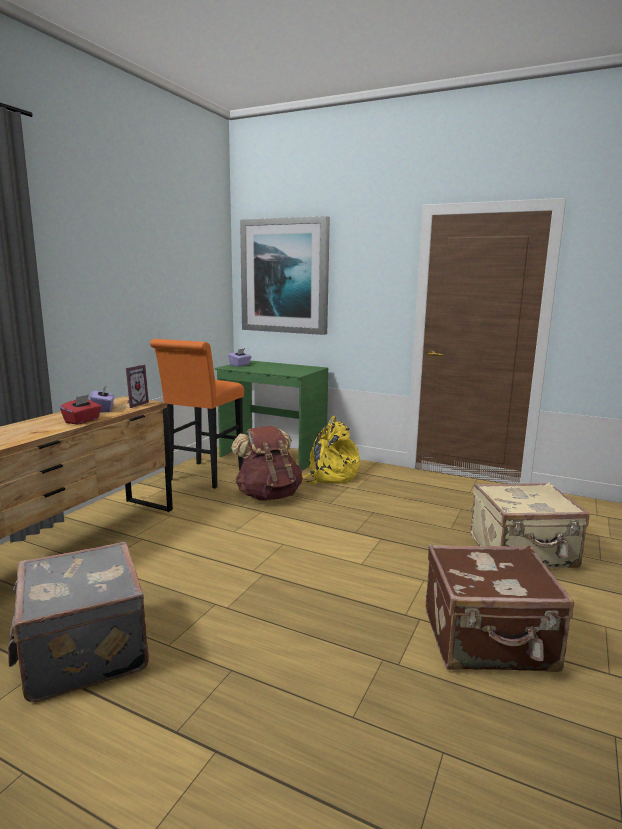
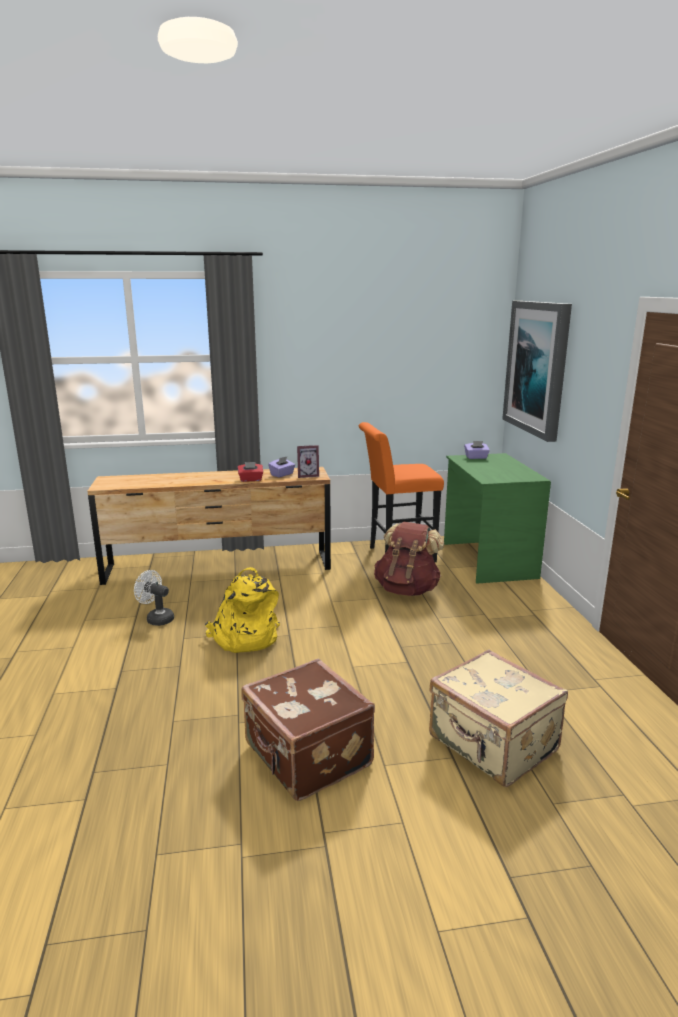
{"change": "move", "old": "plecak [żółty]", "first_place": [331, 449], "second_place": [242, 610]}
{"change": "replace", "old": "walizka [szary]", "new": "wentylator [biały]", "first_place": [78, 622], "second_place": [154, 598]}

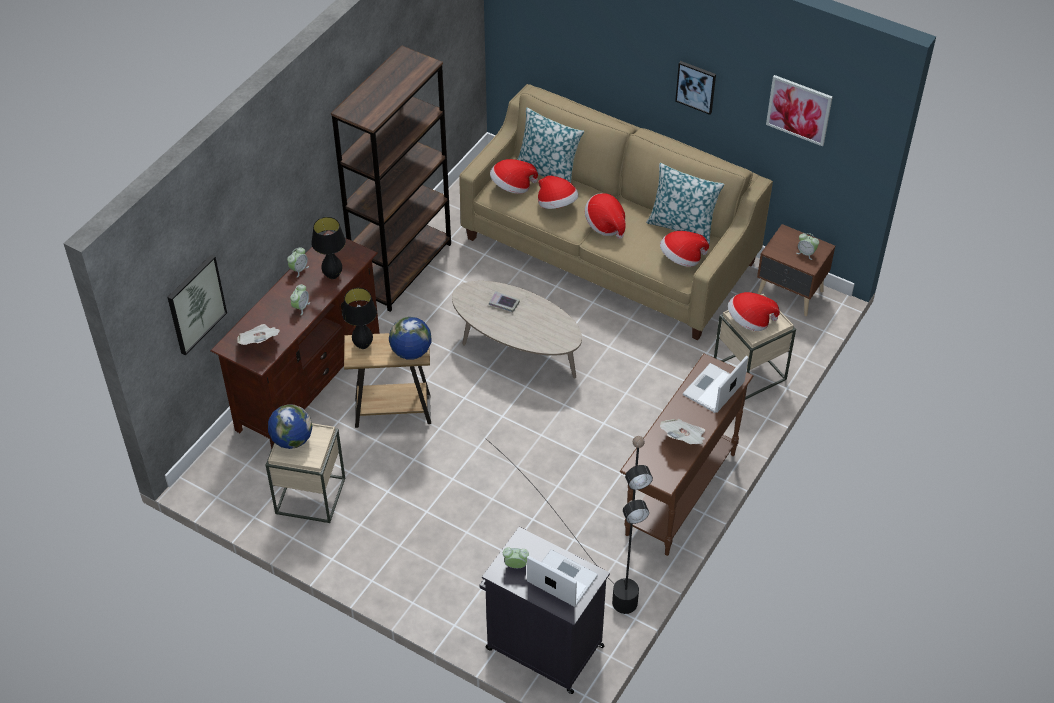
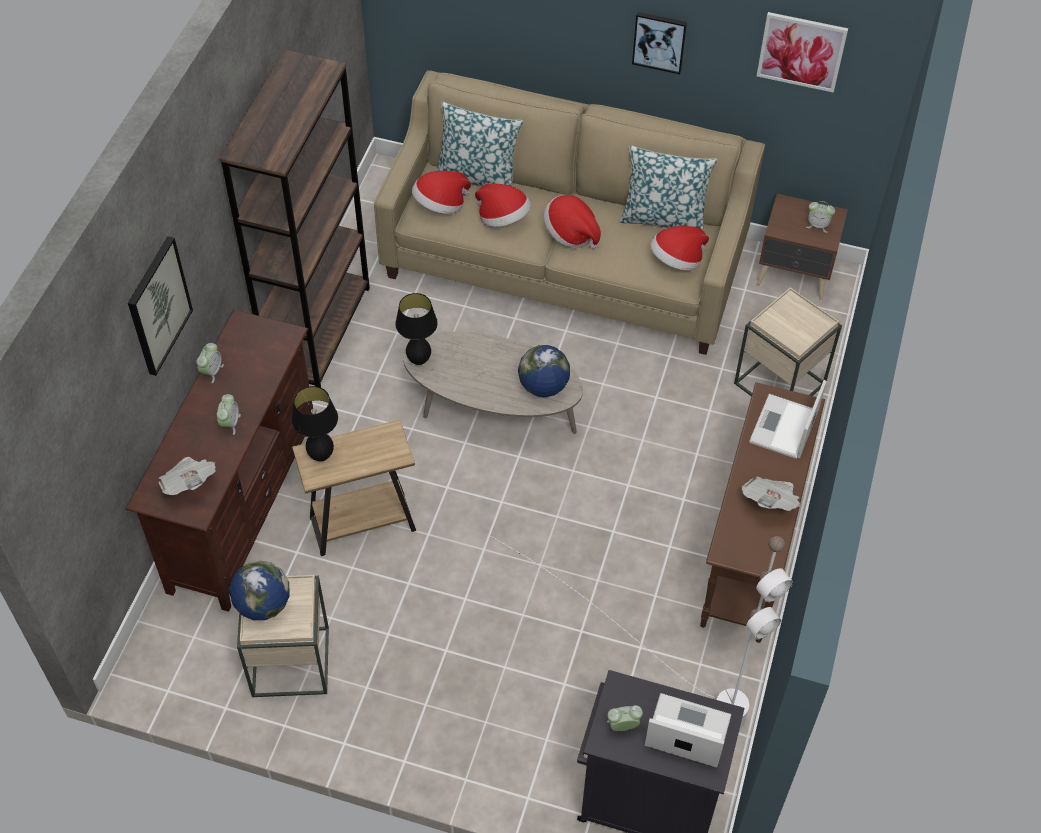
{"change": "move", "old": "lampa stołowa [czarny]", "first_place": [328, 248], "second_place": [416, 329]}
{"change": "move", "old": "obraz", "first_place": [197, 305], "second_place": [160, 306]}
{"change": "delete", "old": "książka", "first_place": [504, 301]}
{"change": "delete", "old": "kapelusz", "first_place": [754, 311]}
{"change": "move", "old": "globus", "first_place": [410, 338], "second_place": [544, 371]}
{"change": "recolor", "old": "lampa stojąca [czarny]", "new": "lampa stojąca [biały]", "first_place": [569, 525], "second_place": [641, 633]}

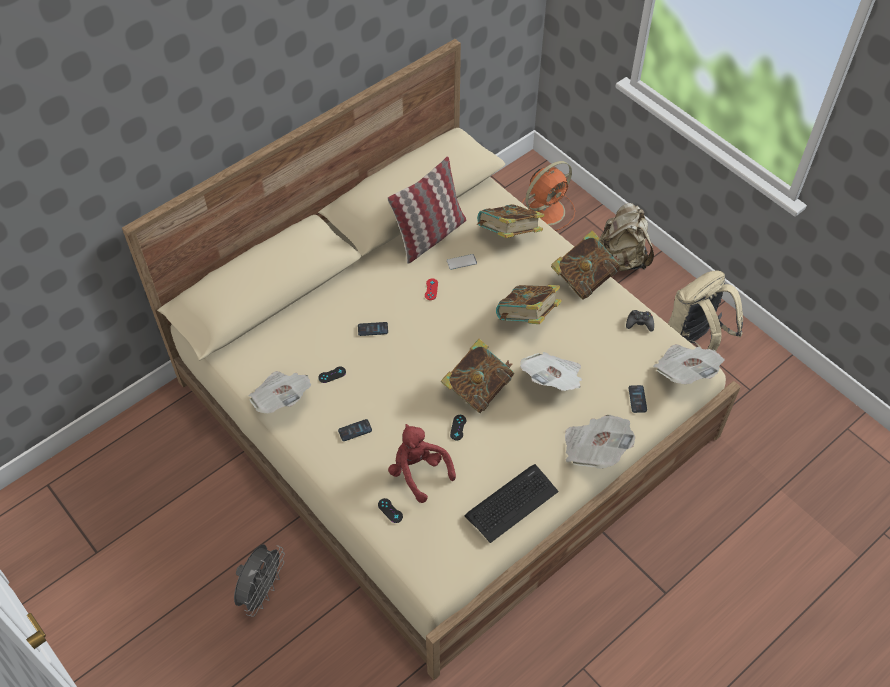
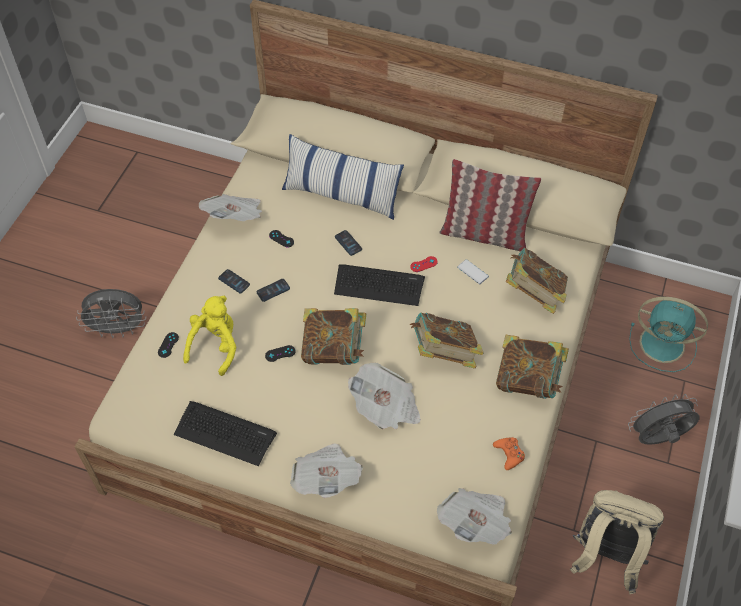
{"change": "recolor", "old": "wentylator [pomarańczowy]", "new": "wentylator [turkusowy]", "first_place": [548, 196], "second_place": [668, 334]}
{"change": "replace", "old": "plecak [beżowy]", "new": "wentylator [szary]", "first_place": [626, 237], "second_place": [664, 419]}
{"change": "recolor", "old": "pad do gier [czarny]", "new": "pad do gier [pomarańczowy]", "first_place": [640, 321], "second_place": [509, 453]}
{"change": "move", "old": "telefon", "first_place": [638, 399], "second_place": [273, 290]}
{"change": "recolor", "old": "pluszak [czerwony]", "new": "pluszak [żółty]", "first_place": [422, 463], "second_place": [209, 336]}
{"change": "insert", "new": "poduszka", "second_place": [343, 177]}
{"change": "insert", "new": "klawiatura", "second_place": [379, 285]}

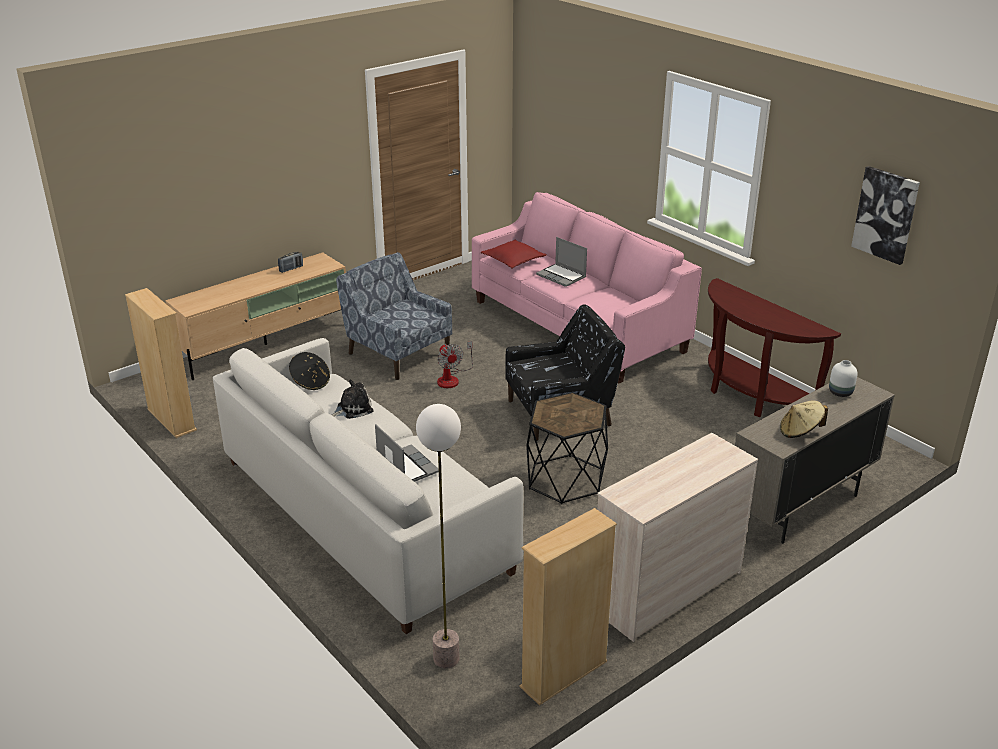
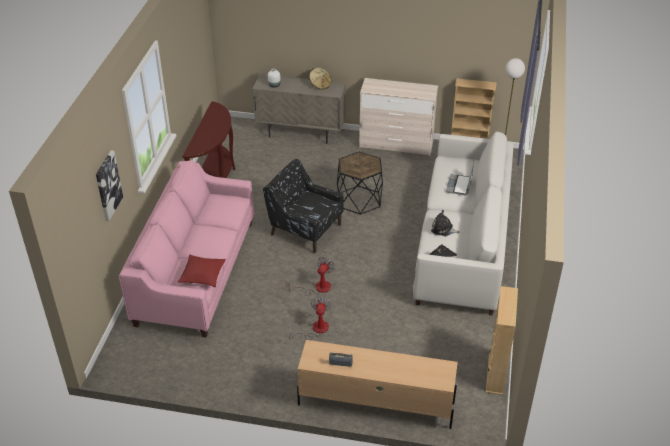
{"change": "move", "old": "obraz", "first_place": [885, 215], "second_place": [109, 185]}
{"change": "delete", "old": "laptop", "first_place": [561, 262]}
{"change": "replace", "old": "fotel [niebieski]", "new": "wentylator", "first_place": [394, 316], "second_place": [309, 318]}

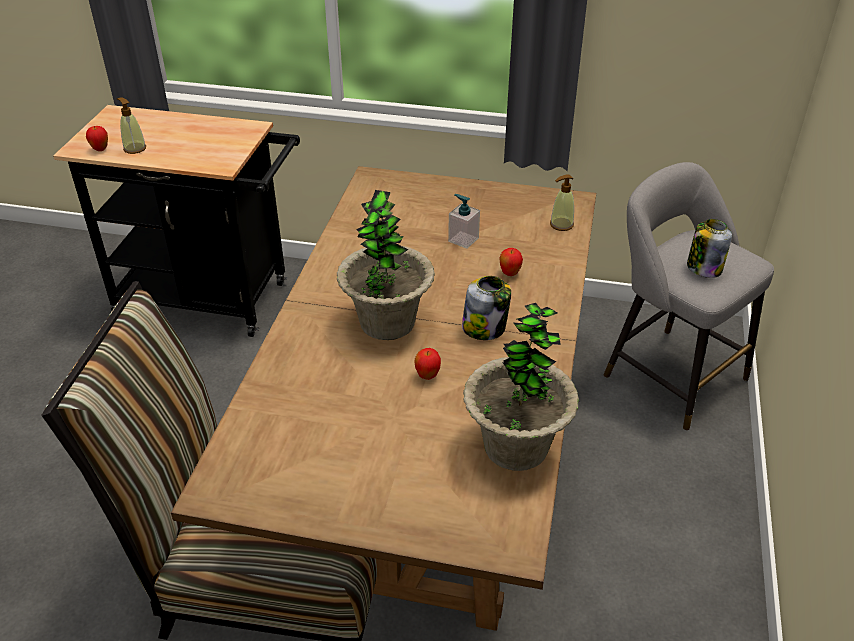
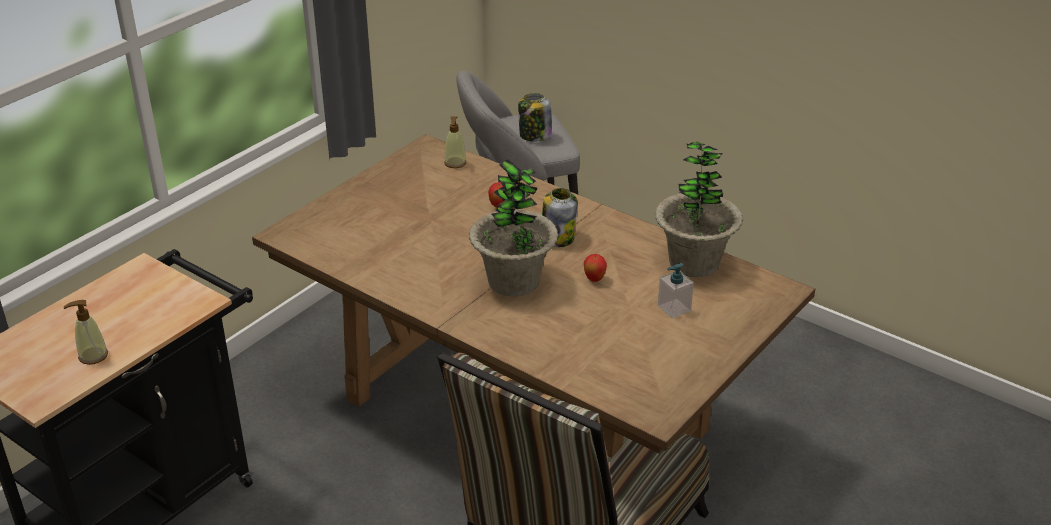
{"change": "delete", "old": "jabłko", "first_place": [97, 138]}
{"change": "move", "old": "dozownik mydła", "first_place": [464, 221], "second_place": [676, 290]}

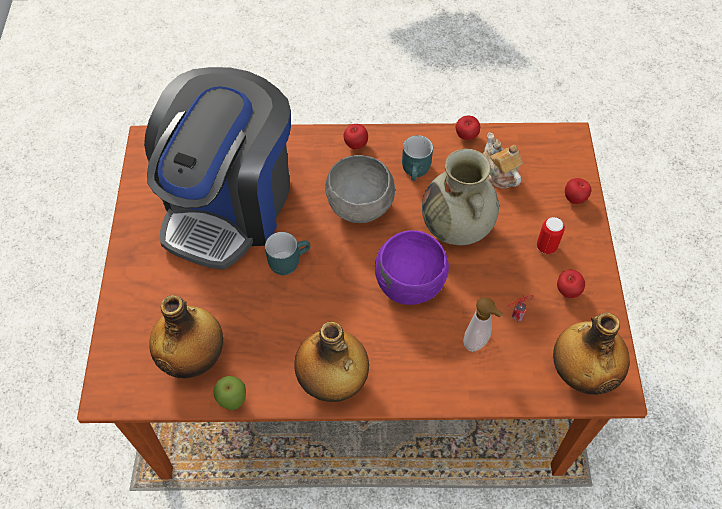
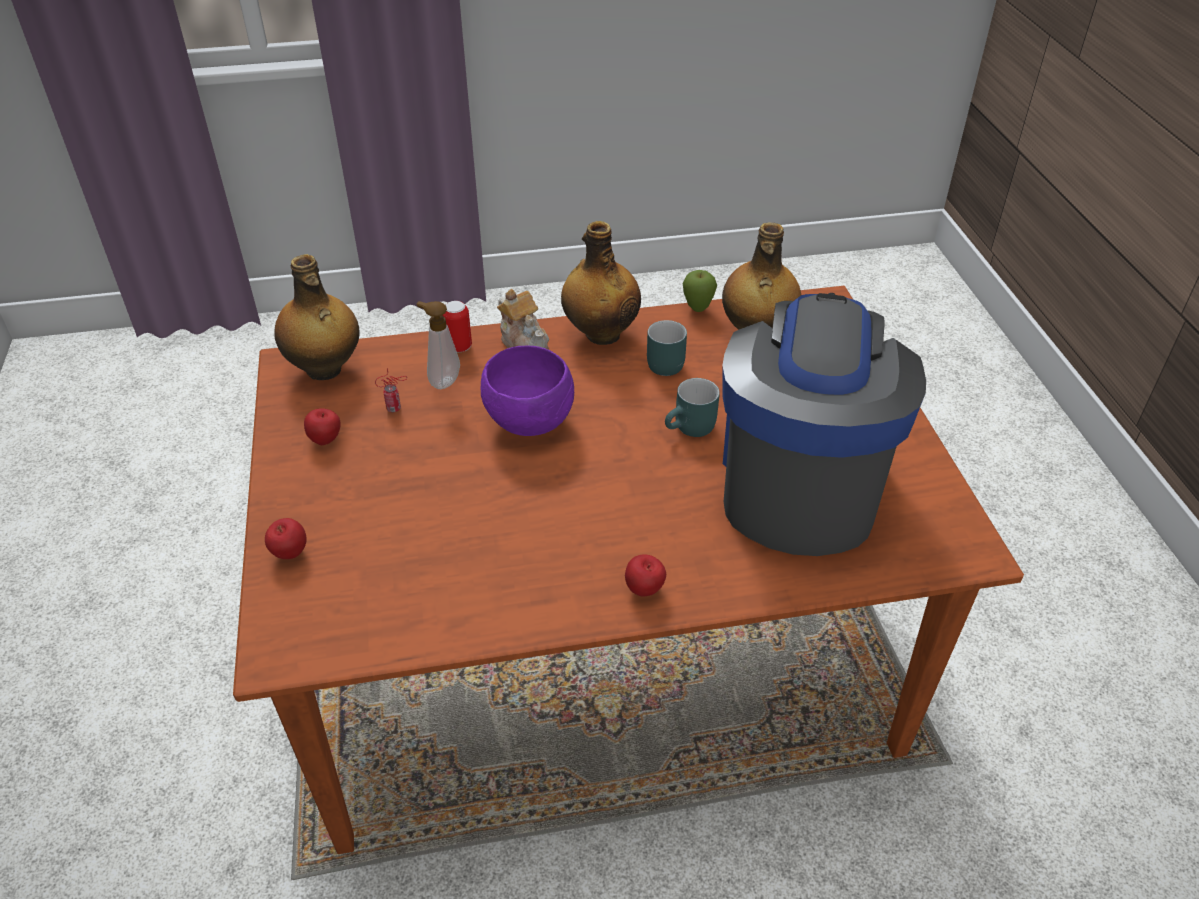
{"change": "delete", "old": "jabłko", "first_place": [467, 128]}
{"change": "move", "old": "imbryk", "first_place": [503, 160], "second_place": [523, 319]}
{"change": "move", "old": "kubek [turkusowy]", "first_place": [417, 158], "second_place": [667, 348]}
{"change": "delete", "old": "wazon [beżowy]", "first_place": [460, 197]}
{"change": "delete", "old": "miska [szary]", "first_place": [360, 189]}
{"change": "move", "old": "puszka", "first_place": [551, 235], "second_place": [457, 327]}

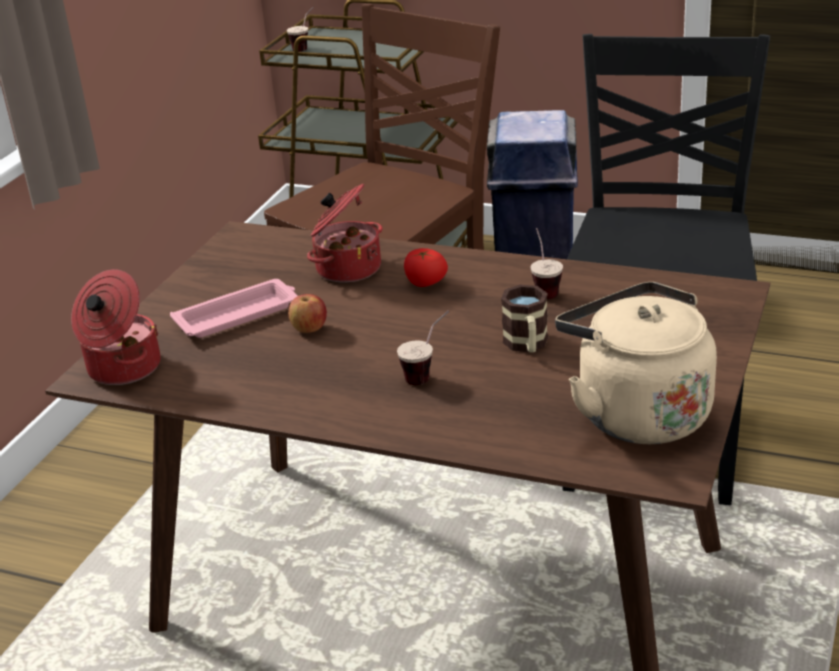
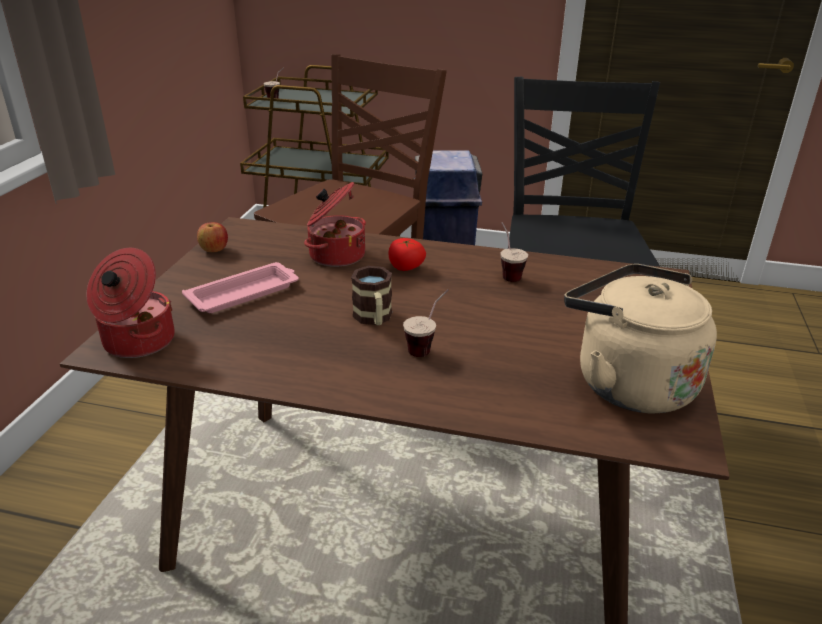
{"change": "move", "old": "kubek", "first_place": [524, 319], "second_place": [371, 295]}
{"change": "move", "old": "jabłko", "first_place": [307, 313], "second_place": [212, 237]}

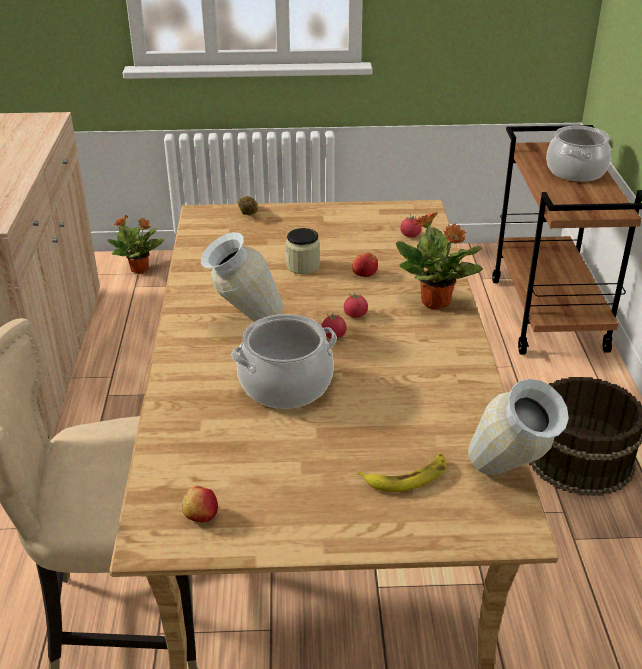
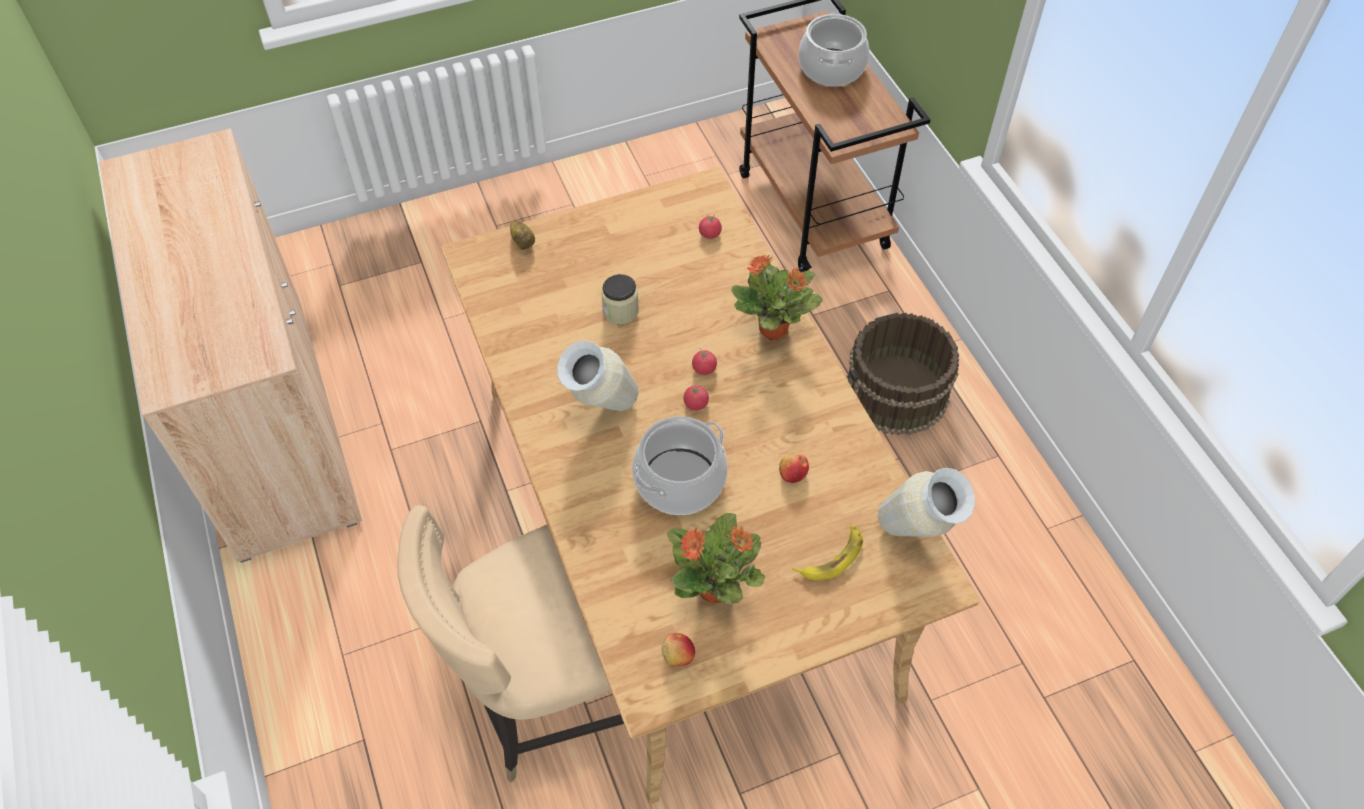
{"change": "move", "old": "roślina doniczkowa", "first_place": [135, 244], "second_place": [716, 558]}
{"change": "move", "old": "jabłko", "first_place": [365, 264], "second_place": [794, 468]}

